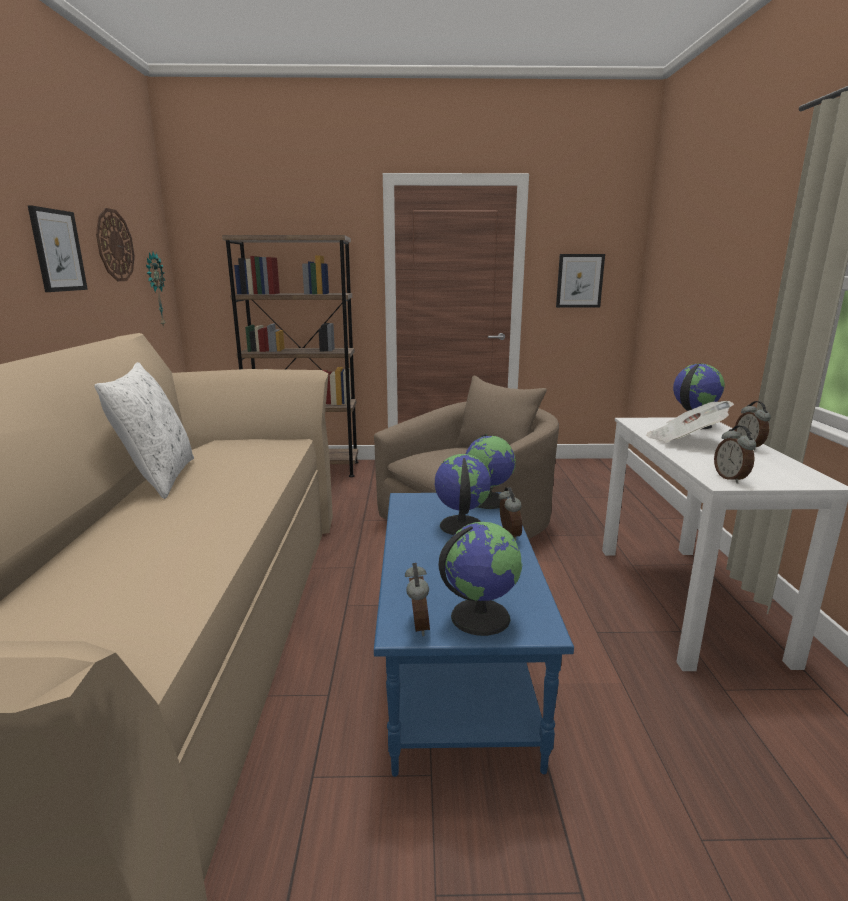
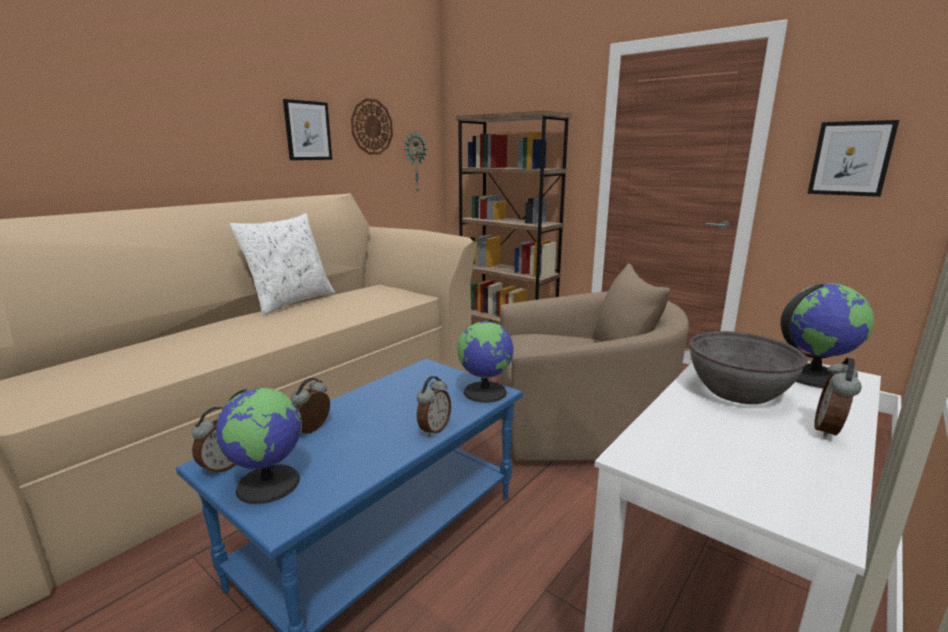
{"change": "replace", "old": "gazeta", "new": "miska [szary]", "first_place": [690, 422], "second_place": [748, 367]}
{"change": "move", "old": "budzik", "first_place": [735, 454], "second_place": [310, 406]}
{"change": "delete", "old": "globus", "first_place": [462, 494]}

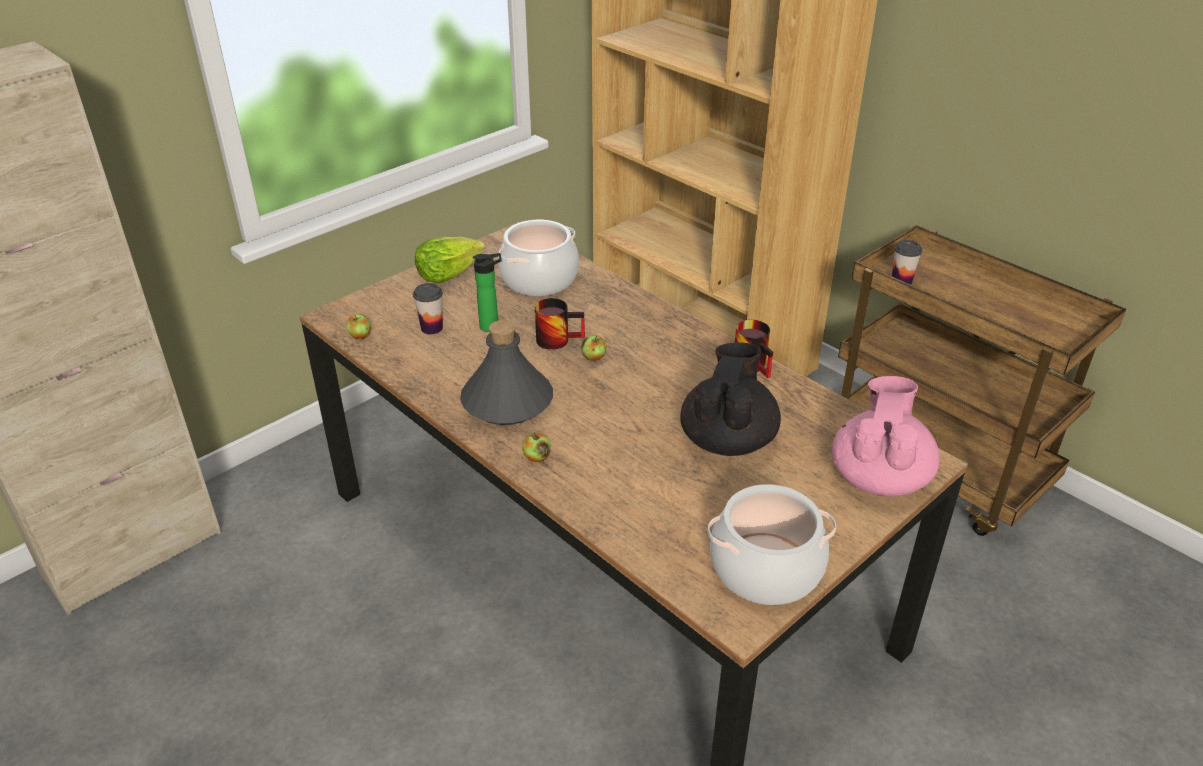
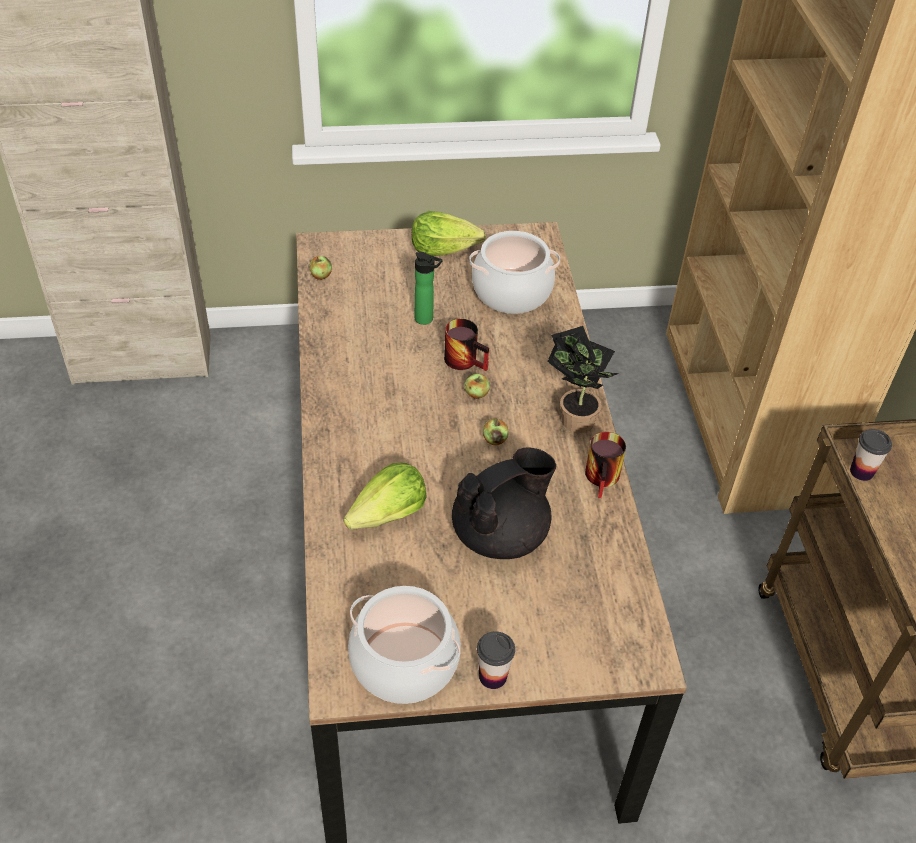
{"change": "move", "old": "filiżanka", "first_place": [428, 309], "second_place": [496, 660]}
{"change": "delete", "old": "butelka [szary]", "first_place": [506, 372]}
{"change": "delete", "old": "imbryk [różowy]", "first_place": [886, 436]}
{"change": "move", "old": "jabłko", "first_place": [536, 447], "second_place": [496, 431]}
{"change": "insert", "new": "roślina doniczkowa", "second_place": [583, 379]}
{"change": "insert", "new": "sałata", "second_place": [385, 496]}

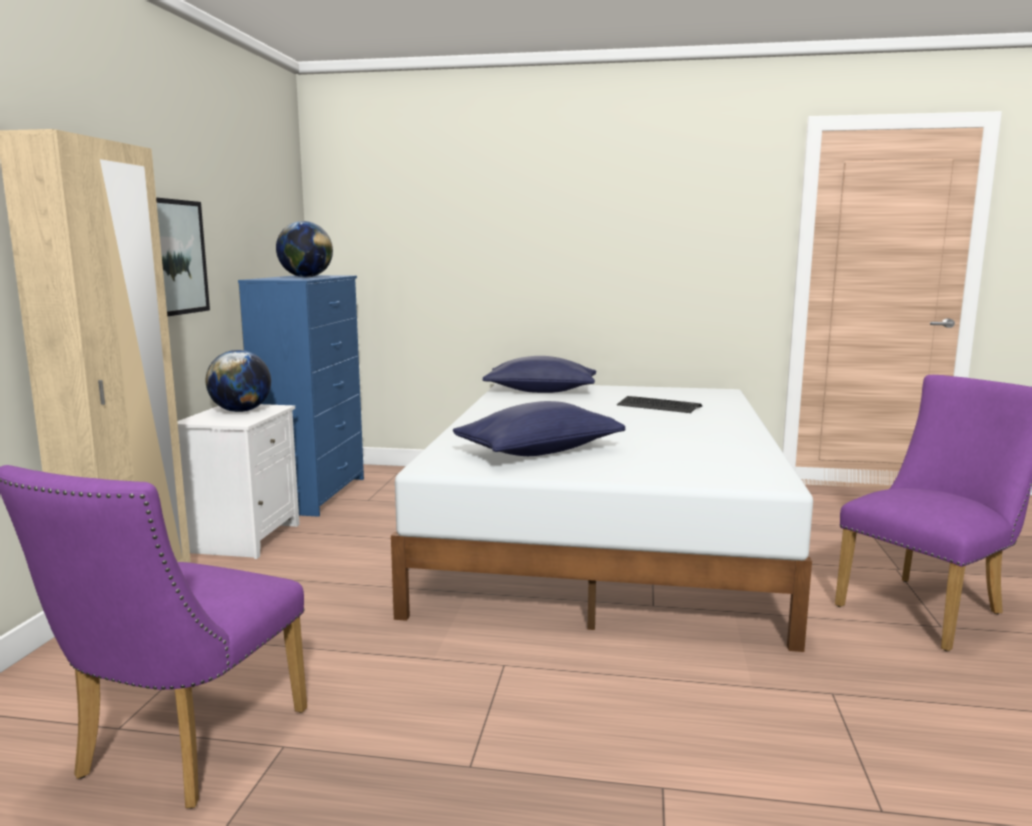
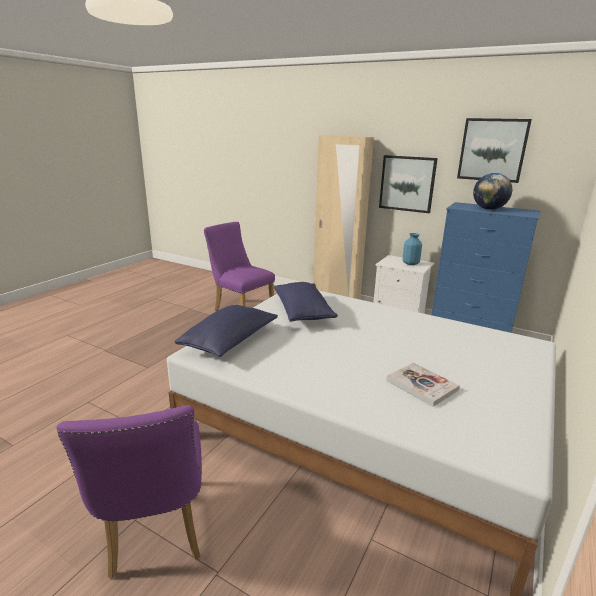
{"change": "replace", "old": "globus", "new": "wazon [niebieski]", "first_place": [238, 381], "second_place": [412, 249]}
{"change": "move", "old": "poduszka [niebieski]", "first_place": [539, 374], "second_place": [226, 331]}
{"change": "replace", "old": "klawiatura", "new": "książka", "first_place": [659, 404], "second_place": [423, 384]}
{"change": "insert", "new": "obraz", "second_place": [494, 150]}

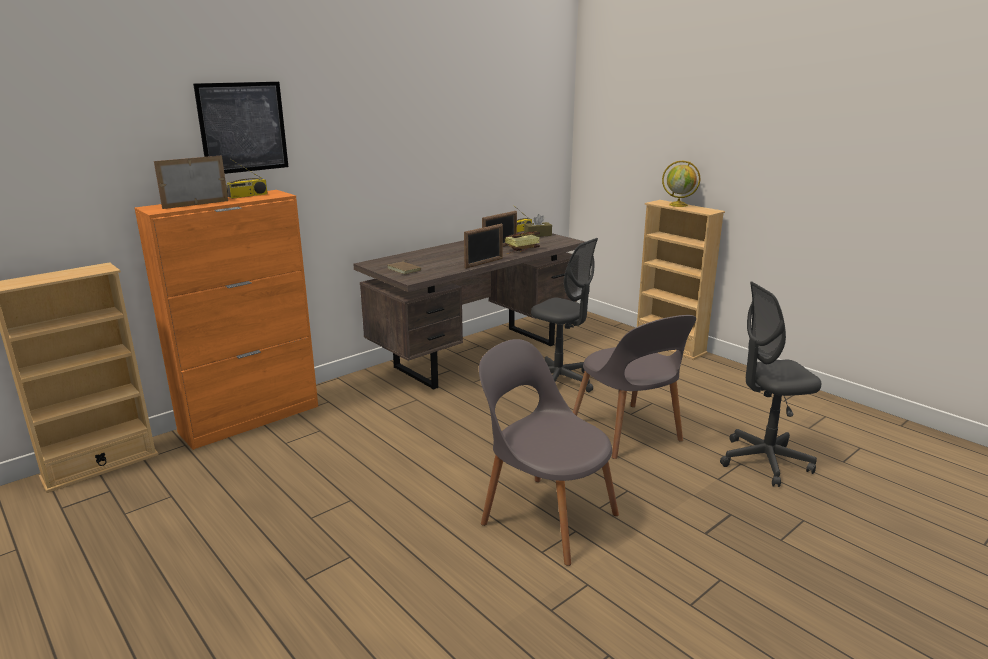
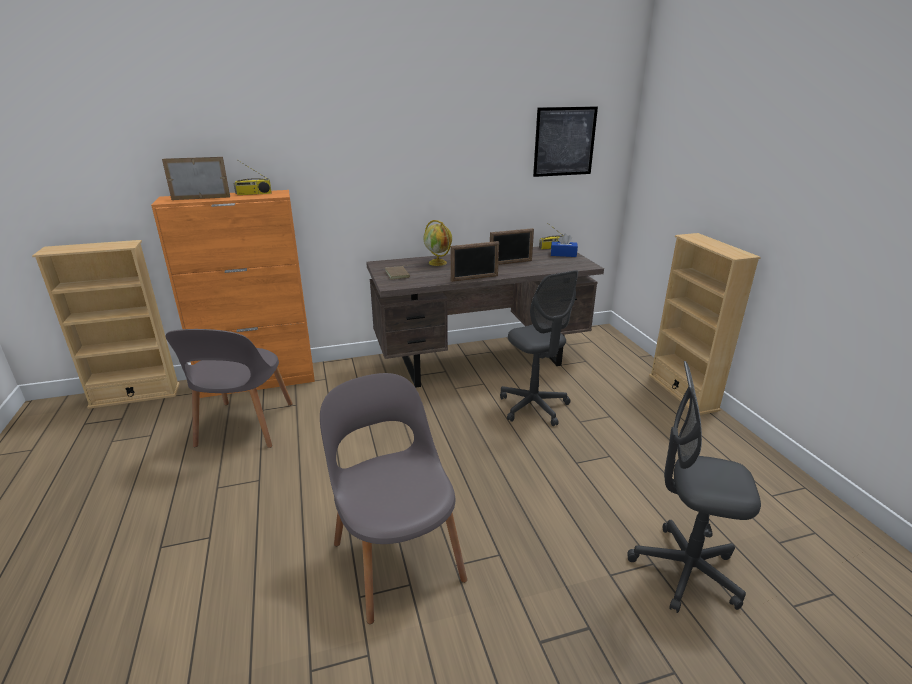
{"change": "move", "old": "obraz", "first_place": [240, 128], "second_place": [565, 142]}
{"change": "move", "old": "globus", "first_place": [681, 184], "second_place": [438, 243]}
{"change": "recolor", "old": "pudełko chusteczek [brązowy]", "new": "pudełko chusteczek [niebieski]", "first_place": [538, 225], "second_place": [564, 245]}
{"change": "delete", "old": "książka", "first_place": [522, 242]}
{"change": "move", "old": "krzesło [szary]", "first_place": [634, 387], "second_place": [229, 388]}

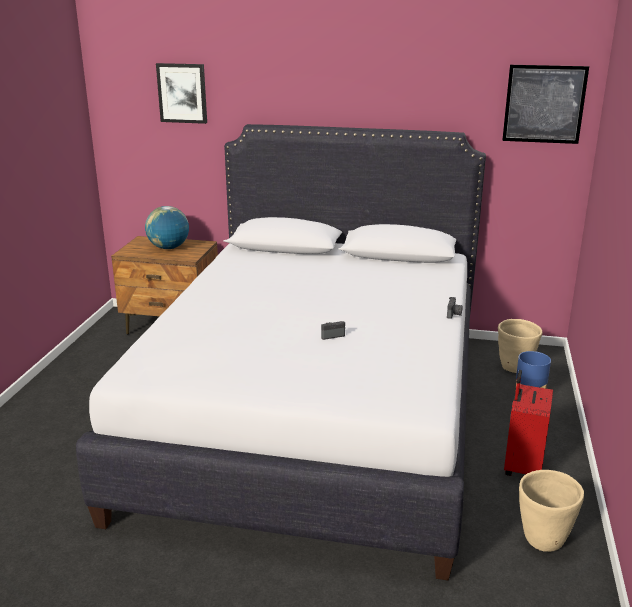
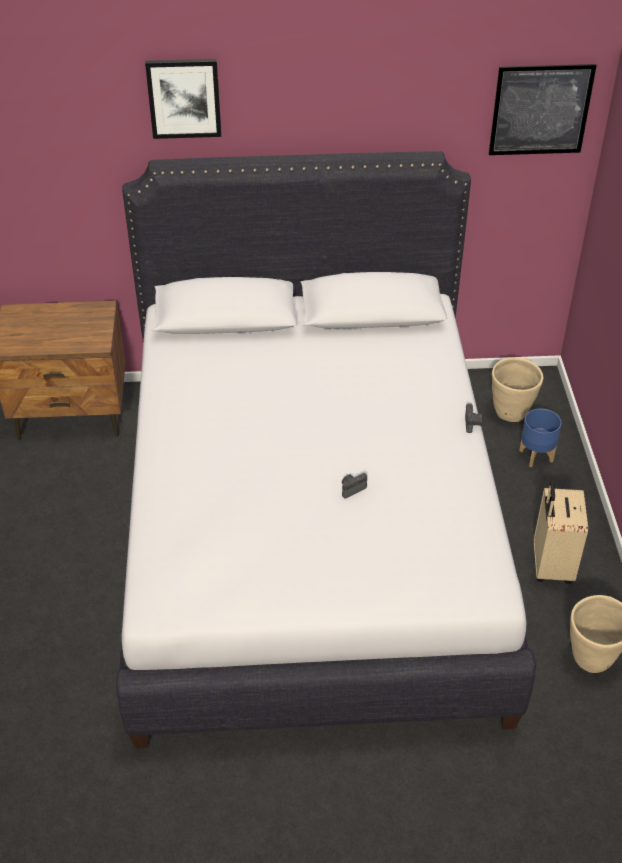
{"change": "move", "old": "obraz", "first_place": [181, 93], "second_place": [183, 99]}
{"change": "delete", "old": "globus", "first_place": [167, 227]}
{"change": "recolor", "old": "walizka [czerwony]", "new": "walizka [beżowy]", "first_place": [528, 423], "second_place": [561, 532]}

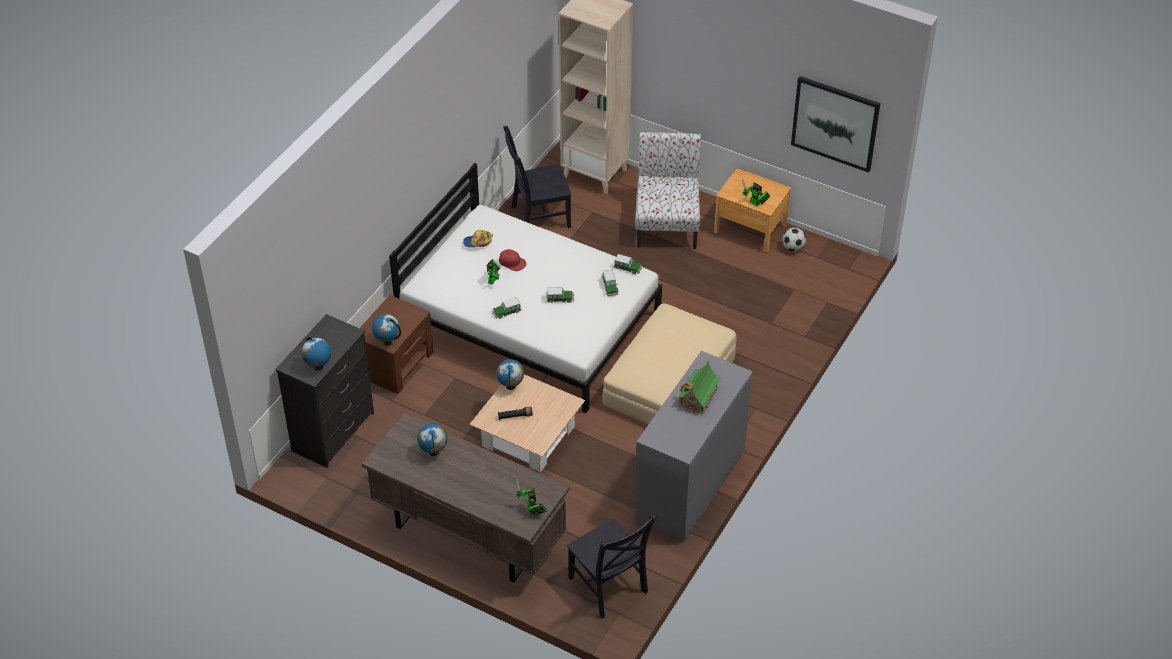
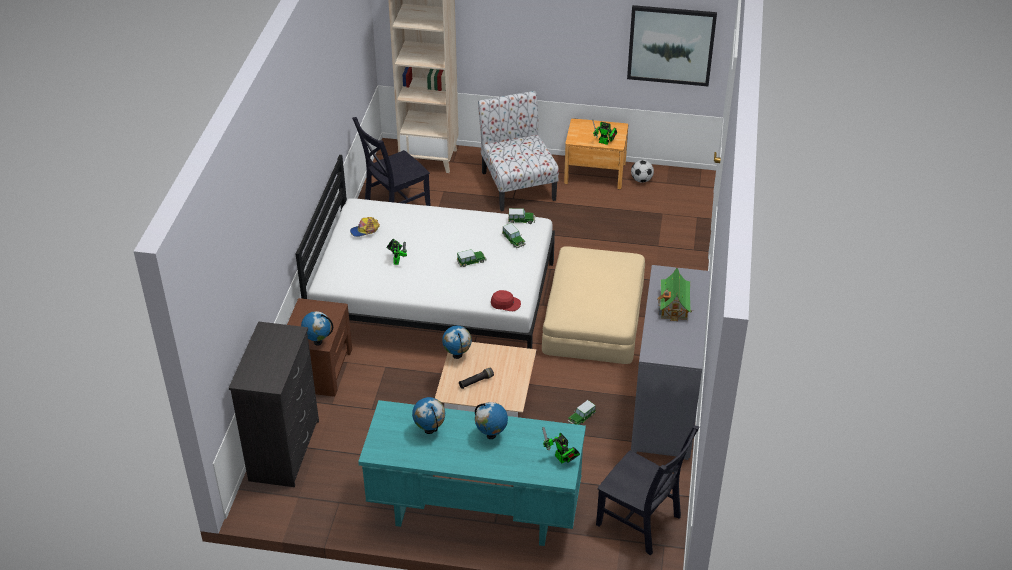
{"change": "move", "old": "czapka z daszkiem [czerwony]", "first_place": [512, 260], "second_place": [506, 300]}
{"change": "move", "old": "samochodzik", "first_place": [506, 308], "second_place": [581, 412]}
{"change": "move", "old": "globus", "first_place": [316, 354], "second_place": [491, 420]}
{"change": "recolor", "old": "biurko [brązowy]", "new": "biurko [turkusowy]", "first_place": [466, 497], "second_place": [472, 473]}

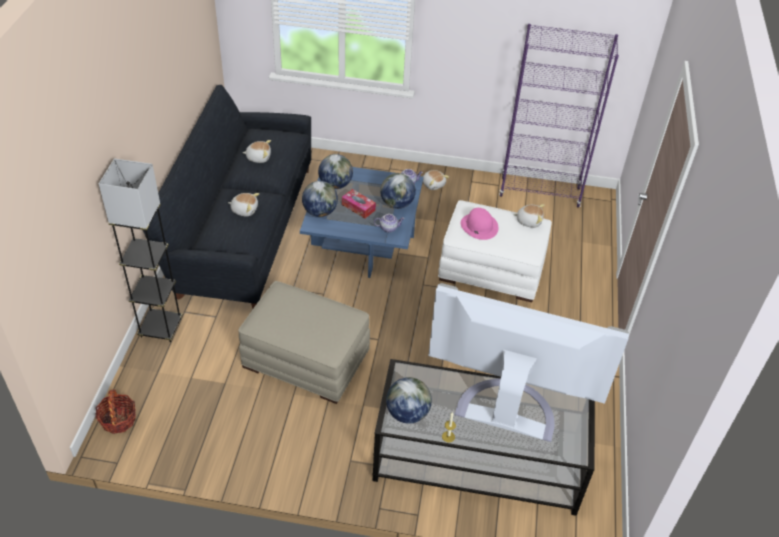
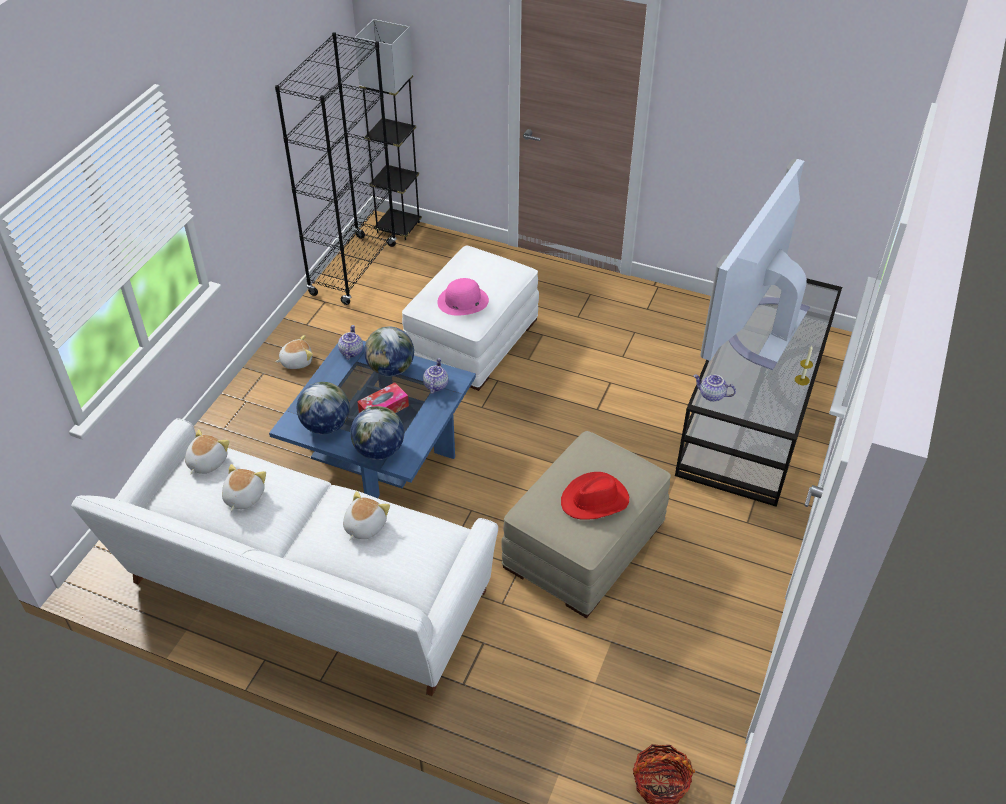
{"change": "recolor", "old": "regał [fioletowy]", "new": "regał [czarny]", "first_place": [559, 115], "second_place": [336, 168]}
{"change": "recolor", "old": "kanapa [czarny]", "new": "kanapa [biały]", "first_place": [227, 196], "second_place": [284, 557]}
{"change": "move", "old": "lampa stojąca [szary]", "first_place": [140, 250], "second_place": [388, 130]}
{"change": "move", "old": "pluszak", "first_place": [528, 216], "second_place": [207, 452]}
{"change": "delete", "old": "globus", "first_place": [409, 400]}
{"change": "insert", "new": "imbryk", "second_place": [714, 388]}
{"change": "insert", "new": "kapelusz [czerwony]", "second_place": [595, 496]}

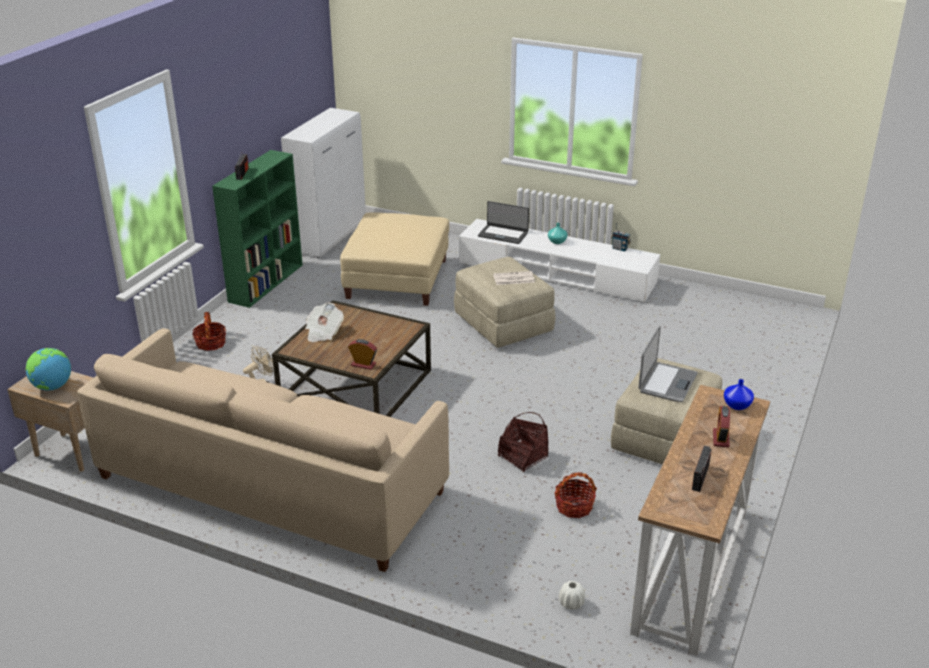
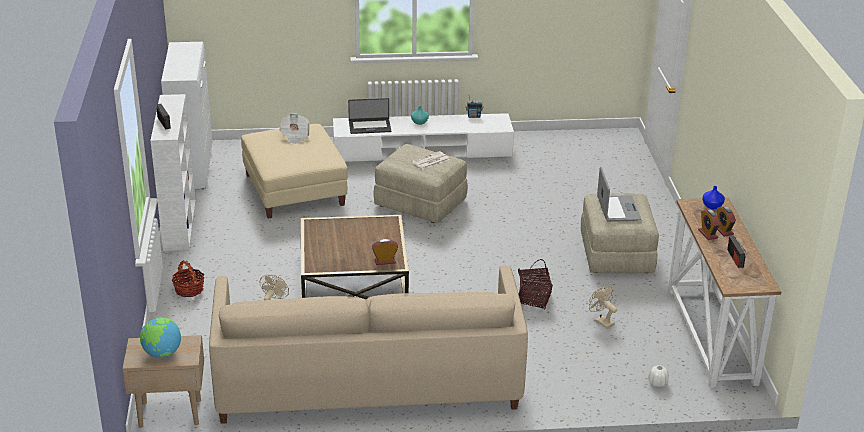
{"change": "recolor", "old": "regał [zielony]", "new": "regał [biały]", "first_place": [257, 229], "second_place": [173, 172]}
{"change": "move", "old": "gazeta", "first_place": [325, 322], "second_place": [294, 129]}
{"change": "replace", "old": "koszyk", "new": "wentylator [beżowy]", "first_place": [575, 495], "second_place": [603, 307]}
{"change": "insert", "new": "budzik", "second_place": [709, 224]}

